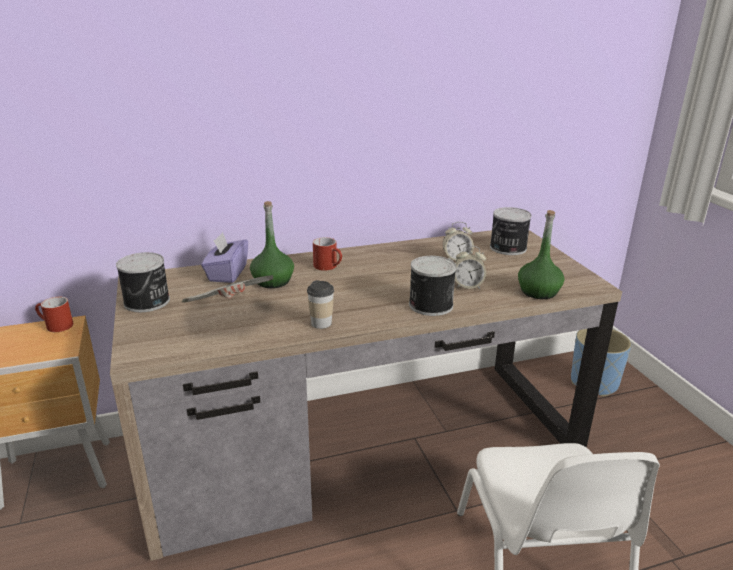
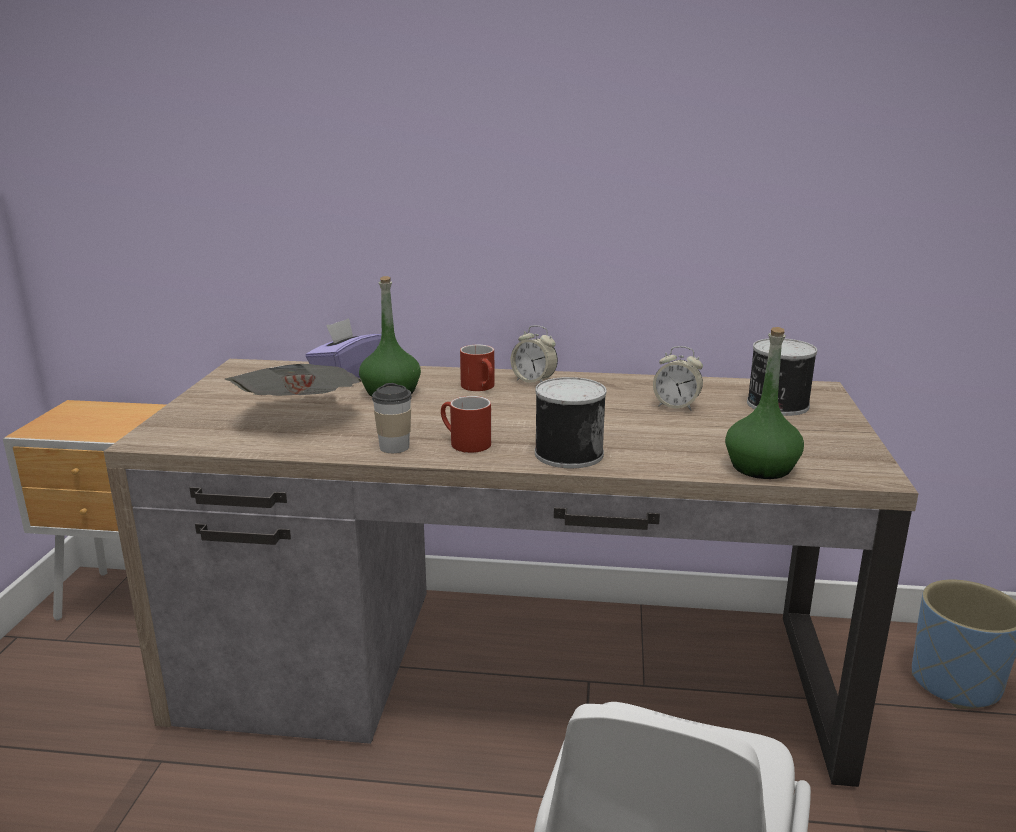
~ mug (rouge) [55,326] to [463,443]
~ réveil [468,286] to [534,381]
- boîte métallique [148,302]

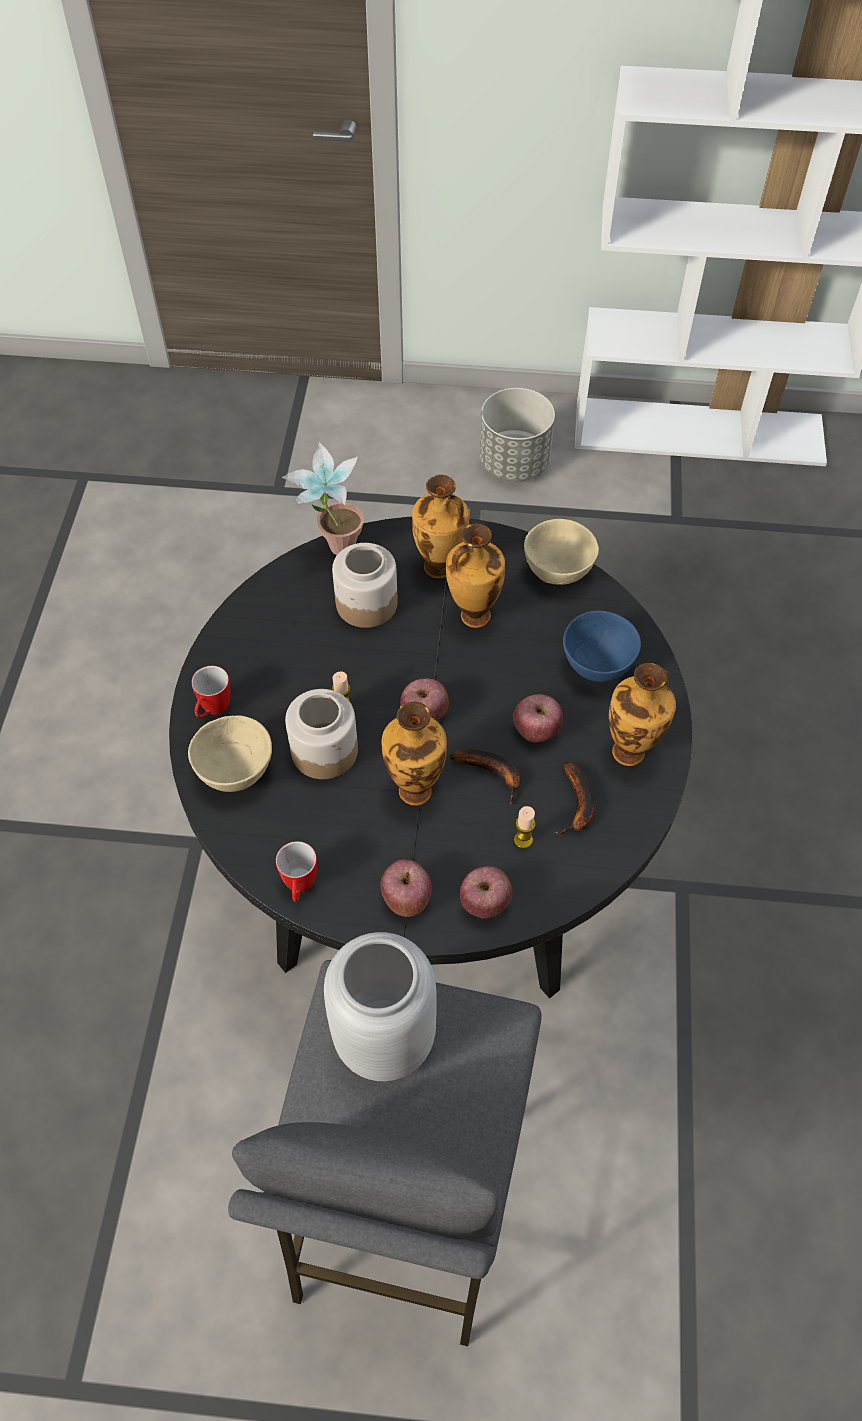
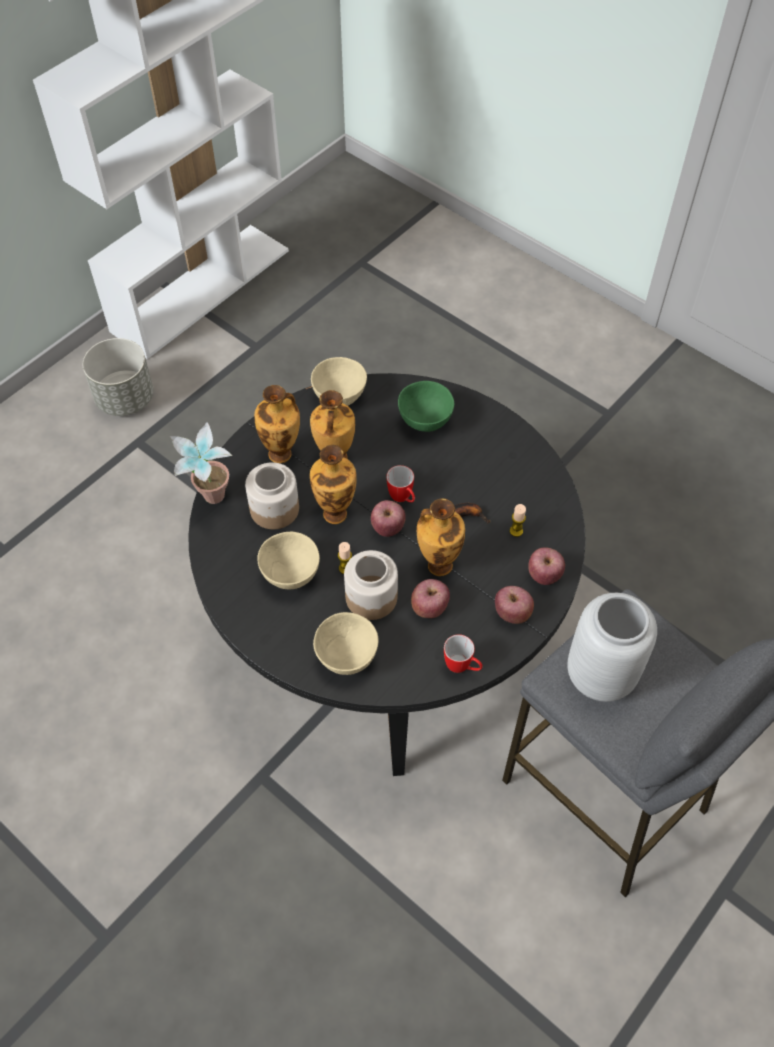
+ bol (beige) [291,575]
~ vase [630,751] to [335,512]
~ mug [213,710] to [403,499]
~ bol (bleu) [596,666] to bol (vert) [425,422]
~ pomme [536,730] to [429,607]
- banane [577,806]

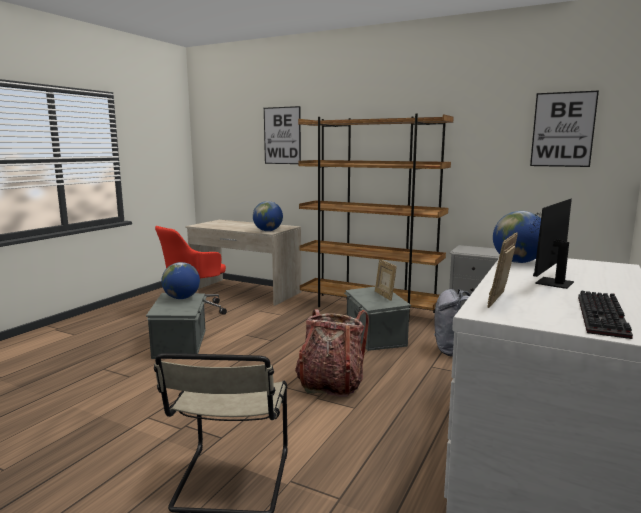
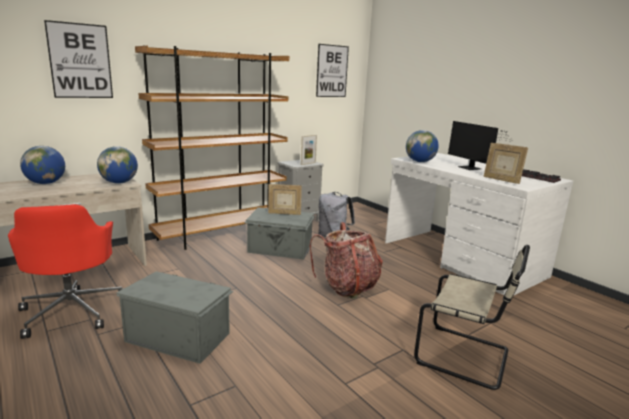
~ globe [182,298] to [46,183]
+ cadre photo [308,163]

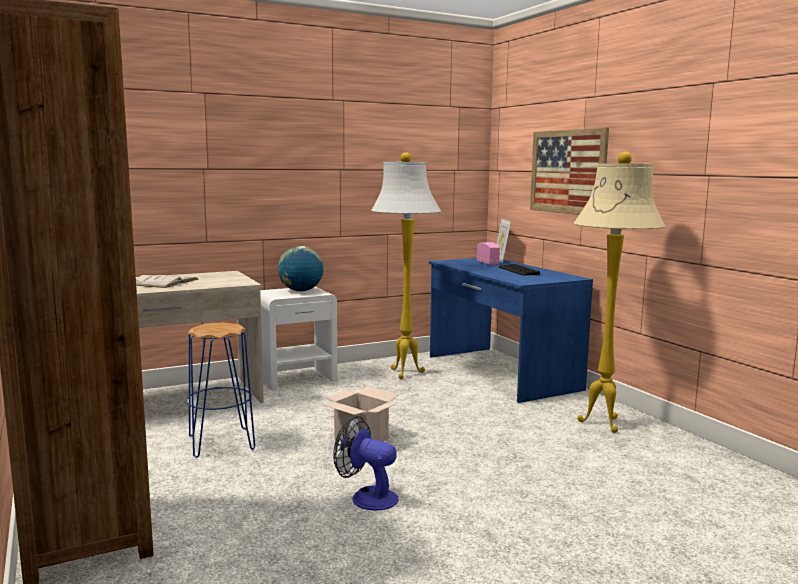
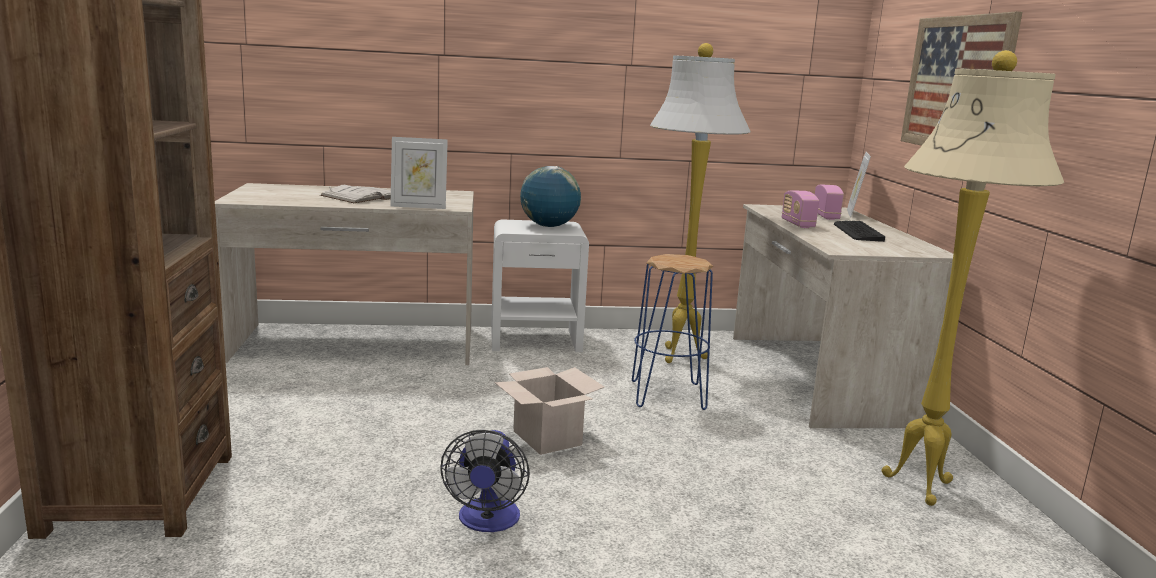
+ cadre photo [418,206]
~ ventilateur [367,497] = [487,521] 135 degrees counterclockwise
~ tabouret (bleu) [220,442] to [667,395]
~ bureau (bleu) [500,372] to bureau (beige) [818,377]
+ radio [797,224]

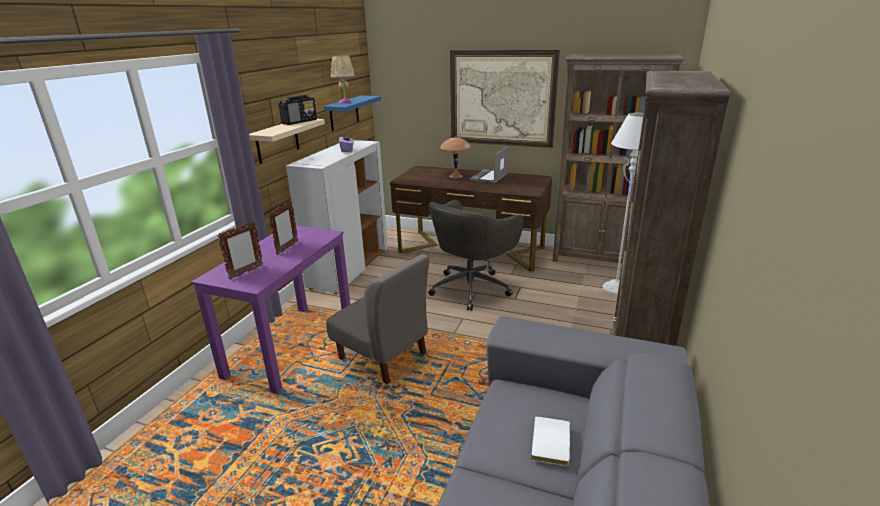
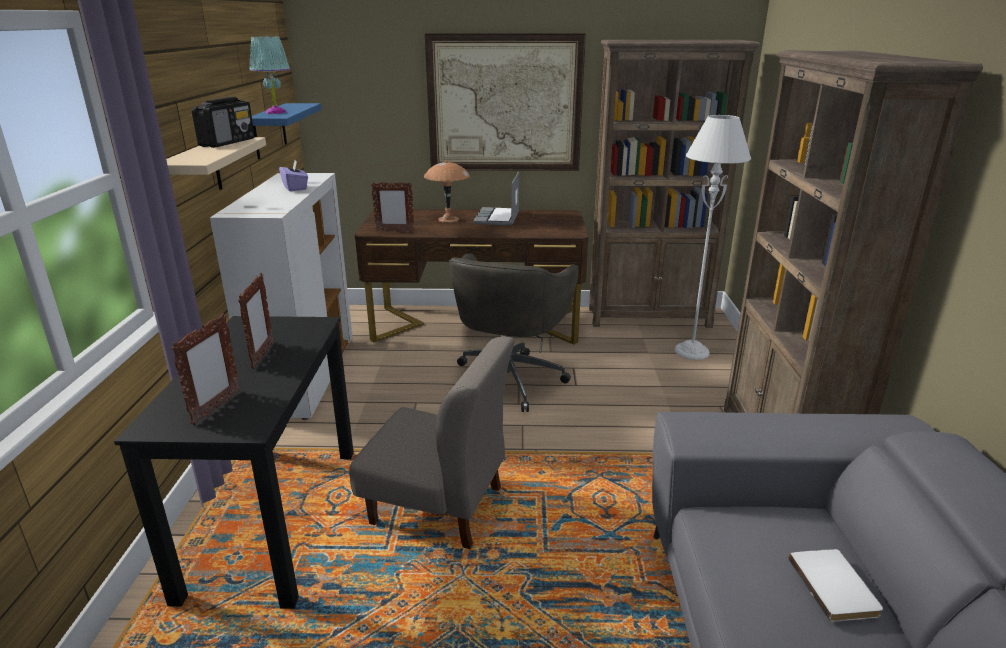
~ bureau (violet) [291,345] to bureau (noir) [274,518]
~ lampe de table (beige) [345,102] to lampe de table (turquoise) [275,112]
+ cadre photo [394,231]

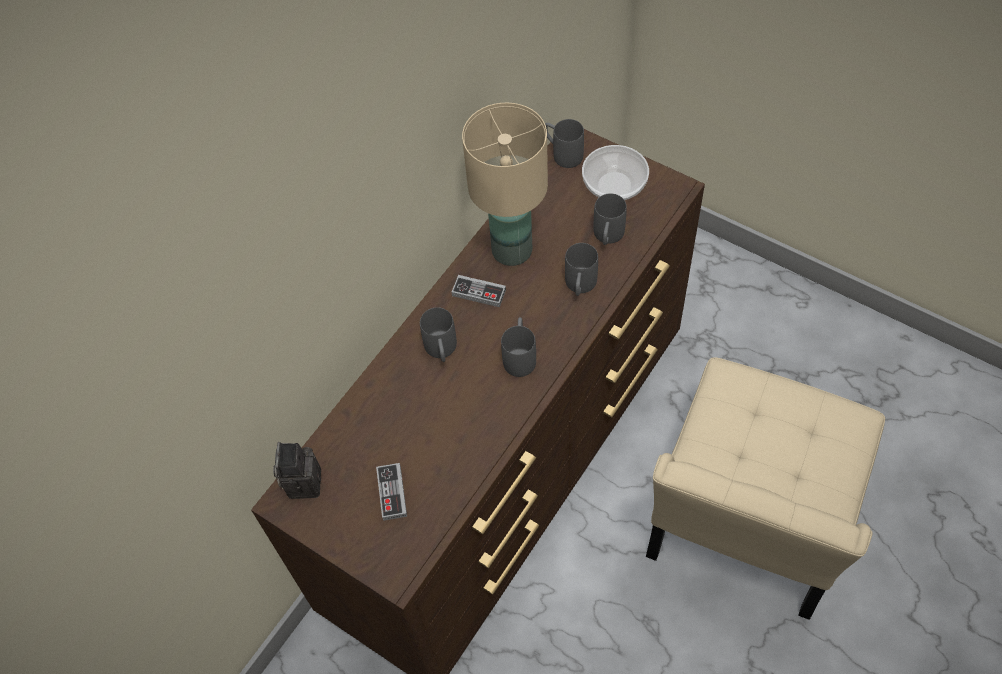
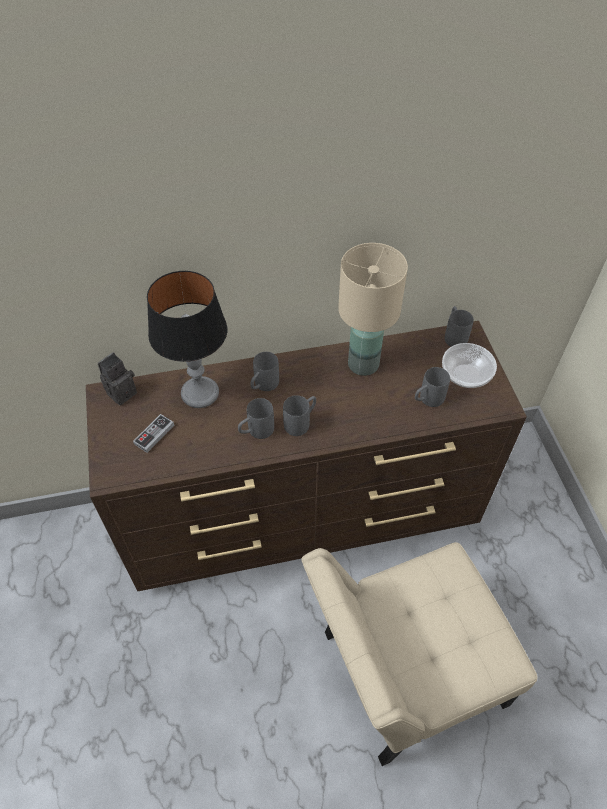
+ lampe de table [200,393]
~ mug (gris) [580,287] to [256,431]
- manette [479,293]

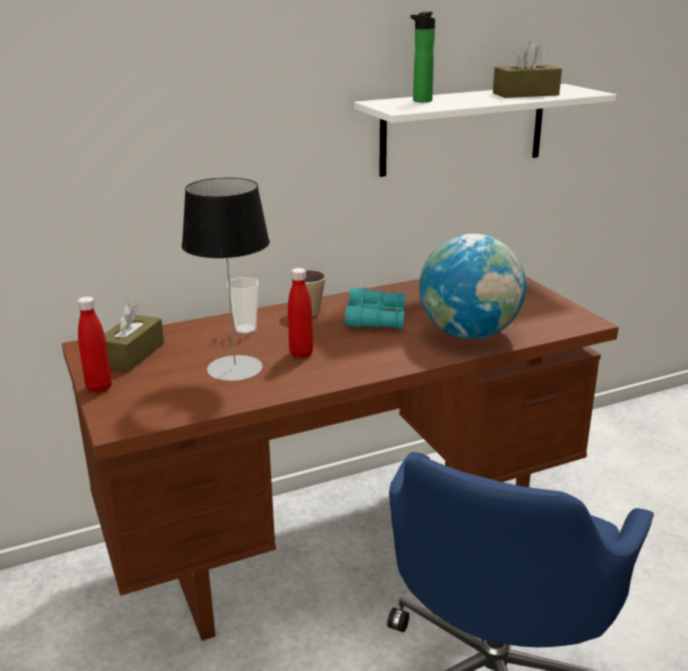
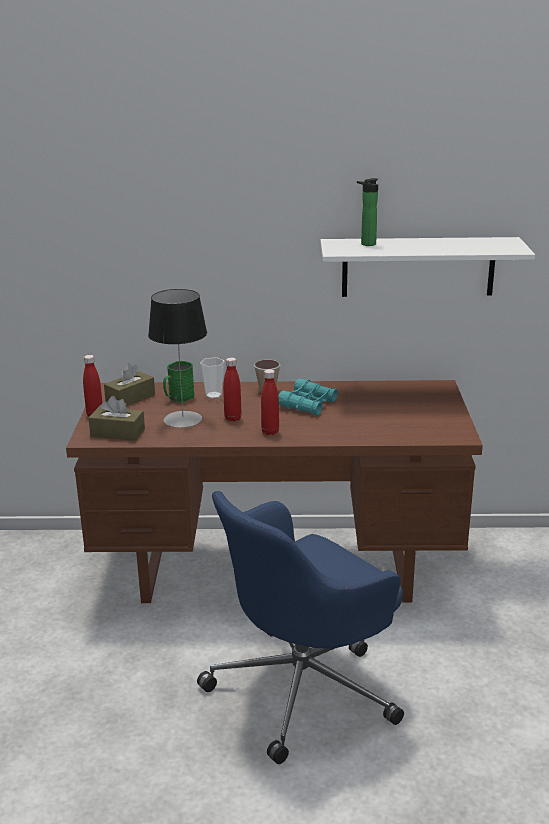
~ boîte à mouchoirs (marron) [525,94] to [117,433]
+ mug (vert) [178,398]
+ bouteille (rouge) [270,432]
- globe [469,334]

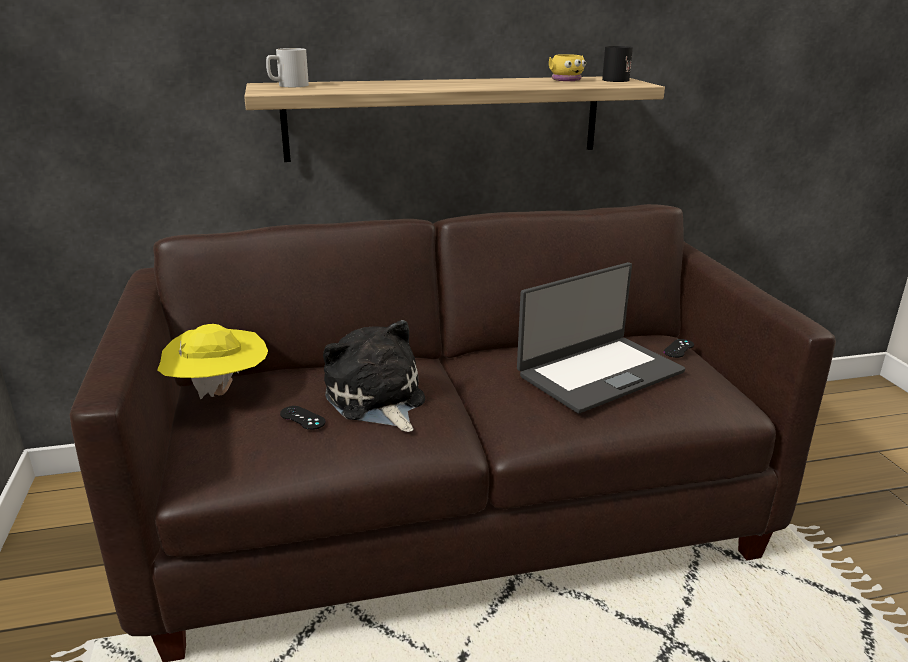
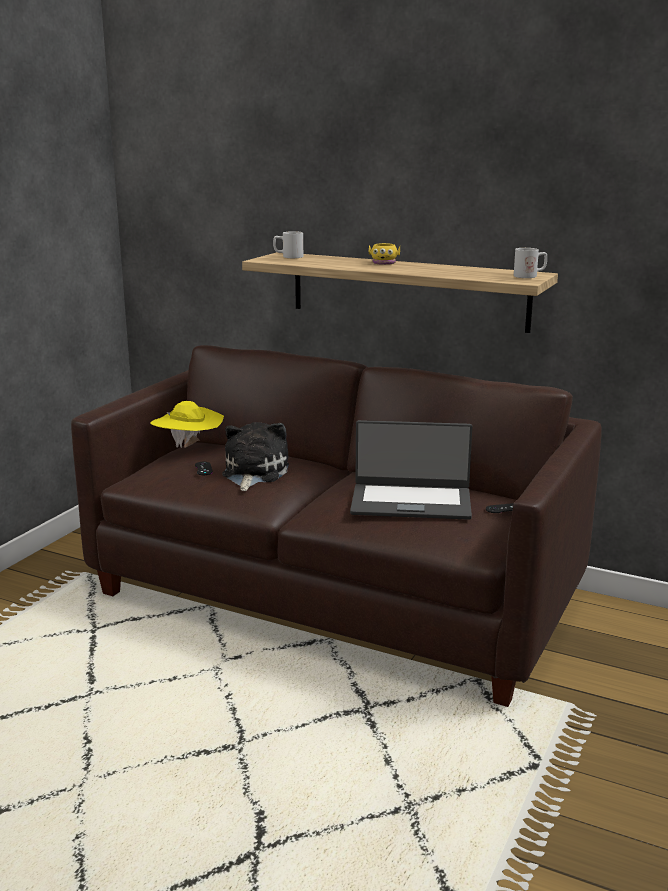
~ mug (jaune) [564,79] to [384,262]
~ mug (noir) [618,79] to mug (blanc) [530,276]

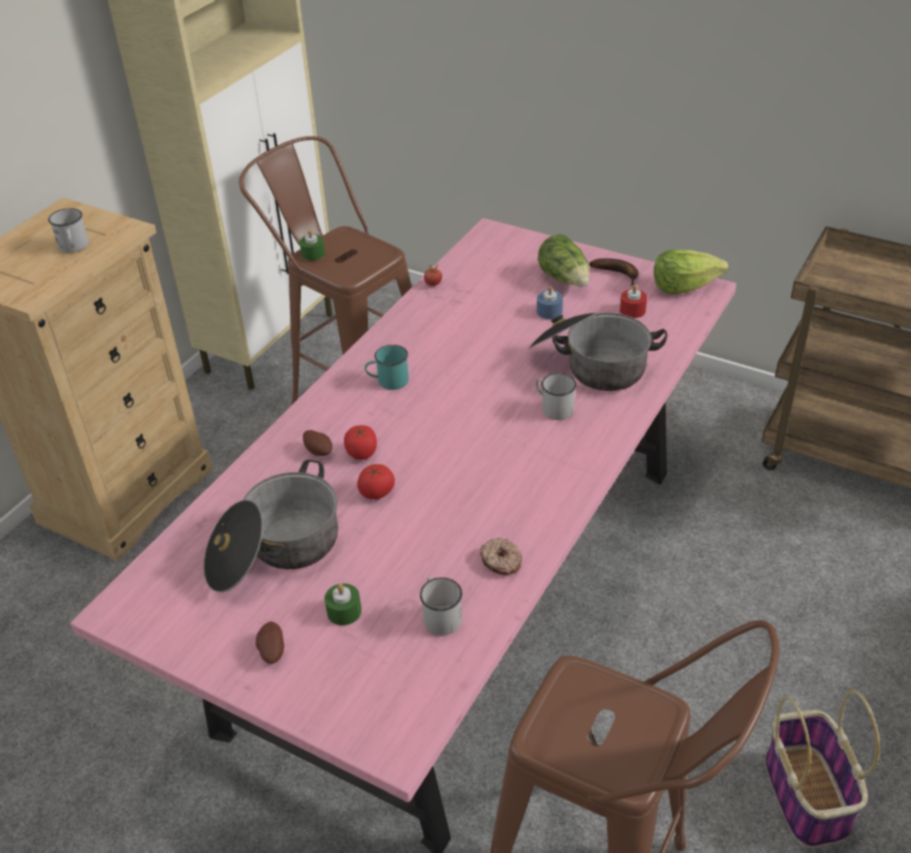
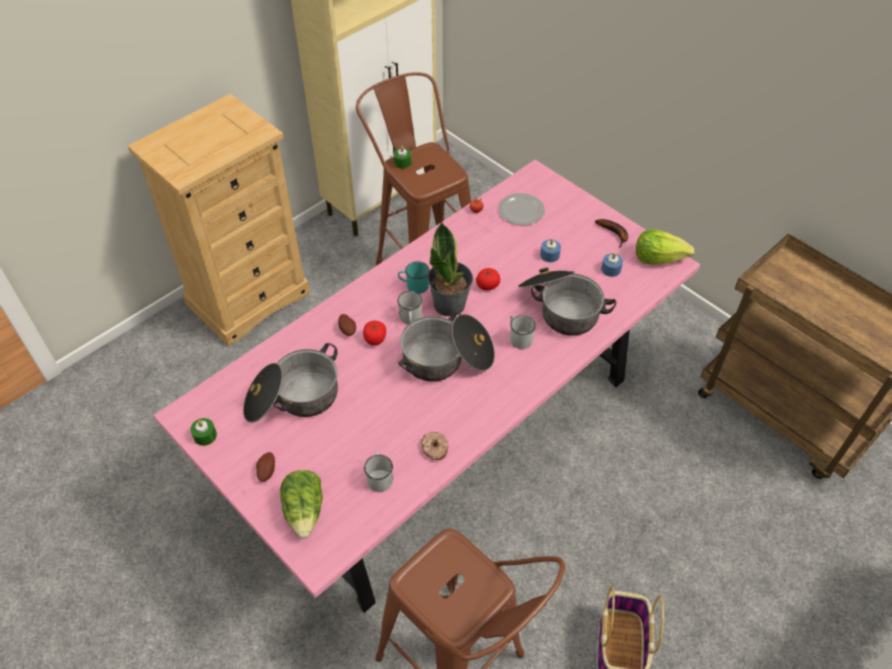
~ bougie (vert) [344,611] to [205,435]
~ laitue [565,279] to [305,510]
~ mug (blanc) [74,247] to [410,319]
+ marmite [447,359]
+ plante en pot [450,304]
~ tomate [377,492] to [487,285]
+ assiette [522,211]
~ bougie (rouge) [632,310] to bougie (bleu) [611,269]

